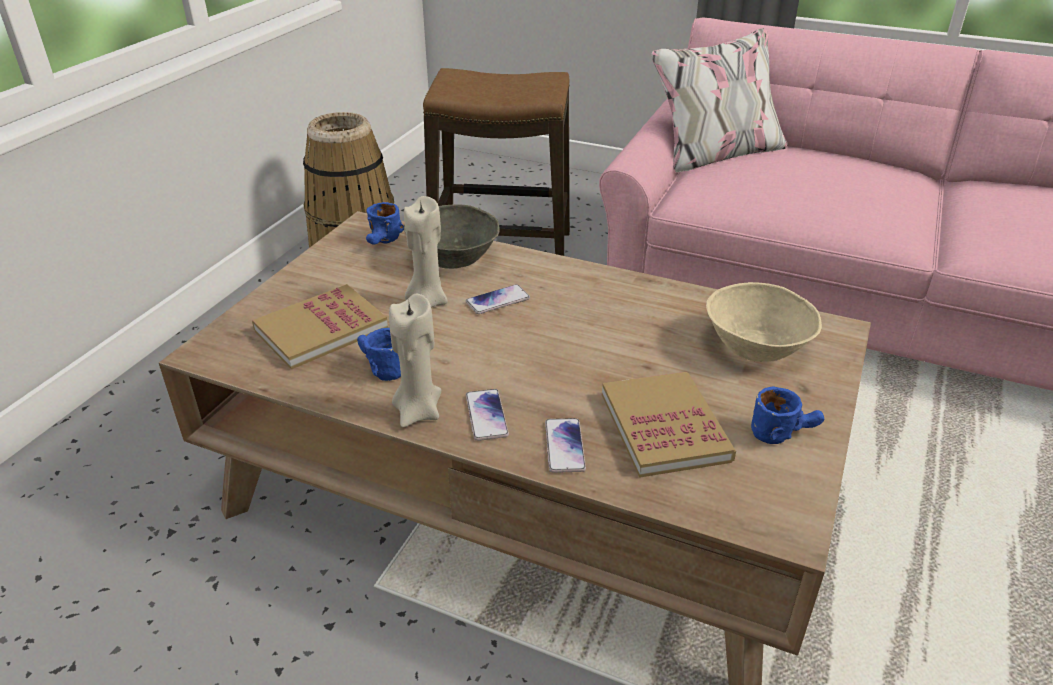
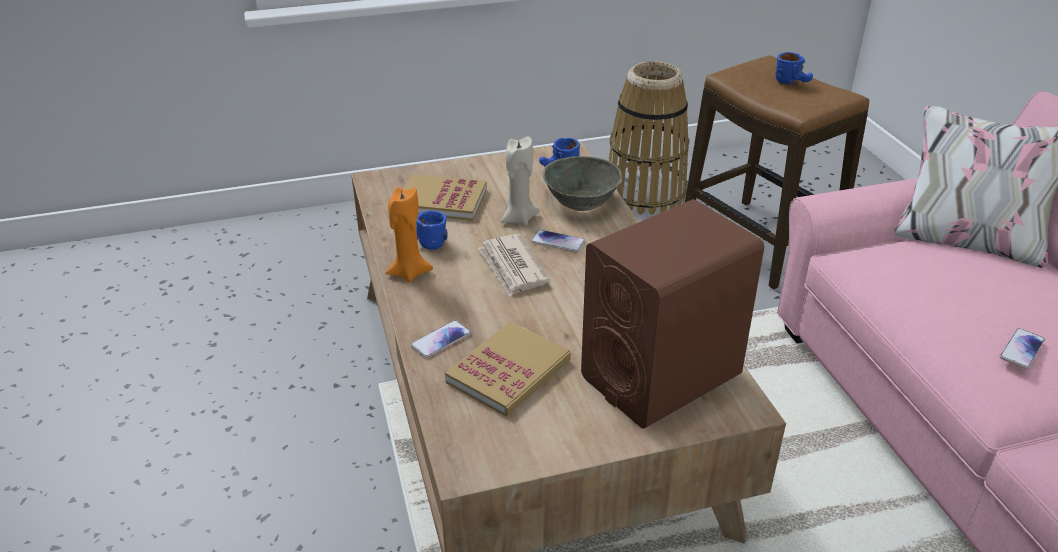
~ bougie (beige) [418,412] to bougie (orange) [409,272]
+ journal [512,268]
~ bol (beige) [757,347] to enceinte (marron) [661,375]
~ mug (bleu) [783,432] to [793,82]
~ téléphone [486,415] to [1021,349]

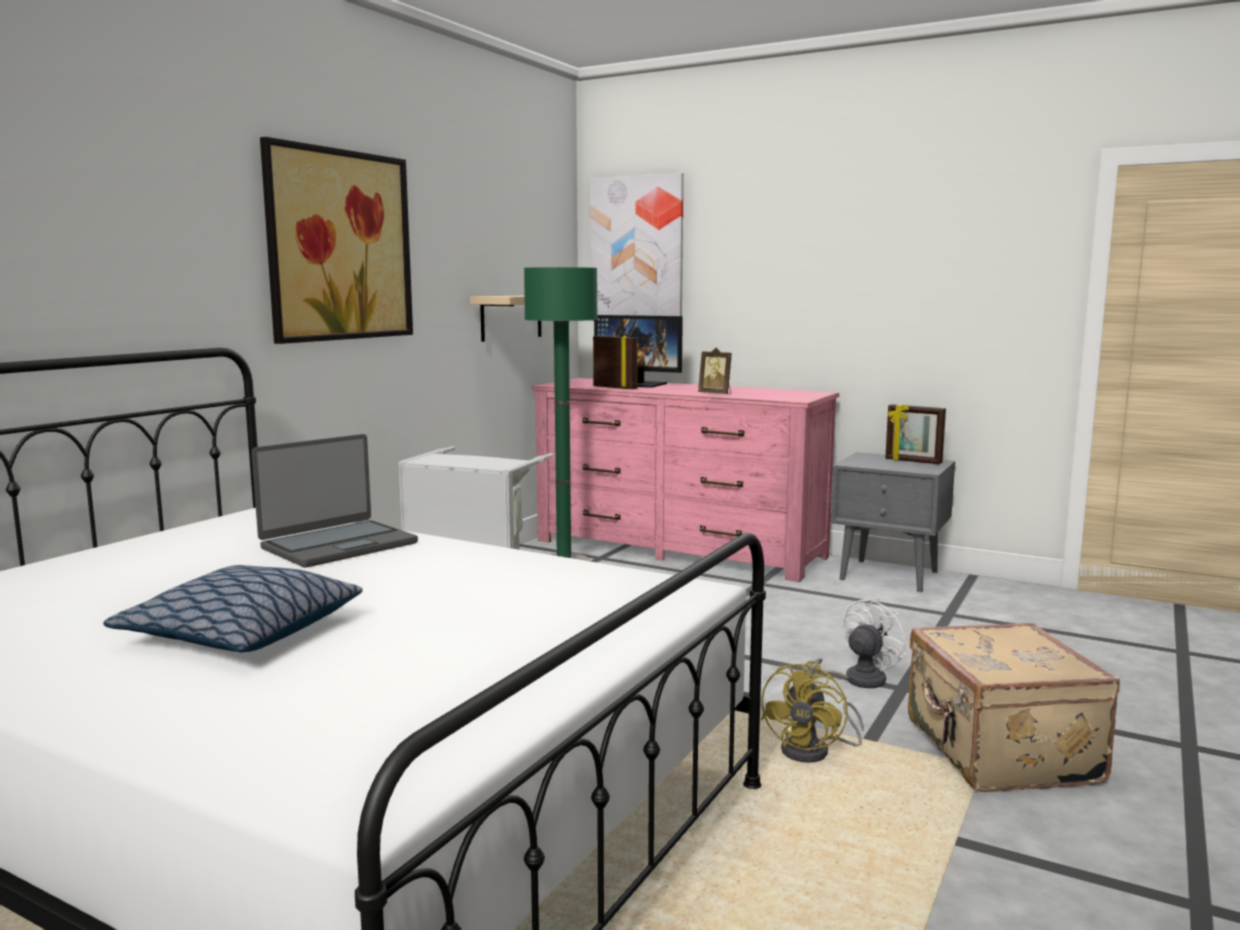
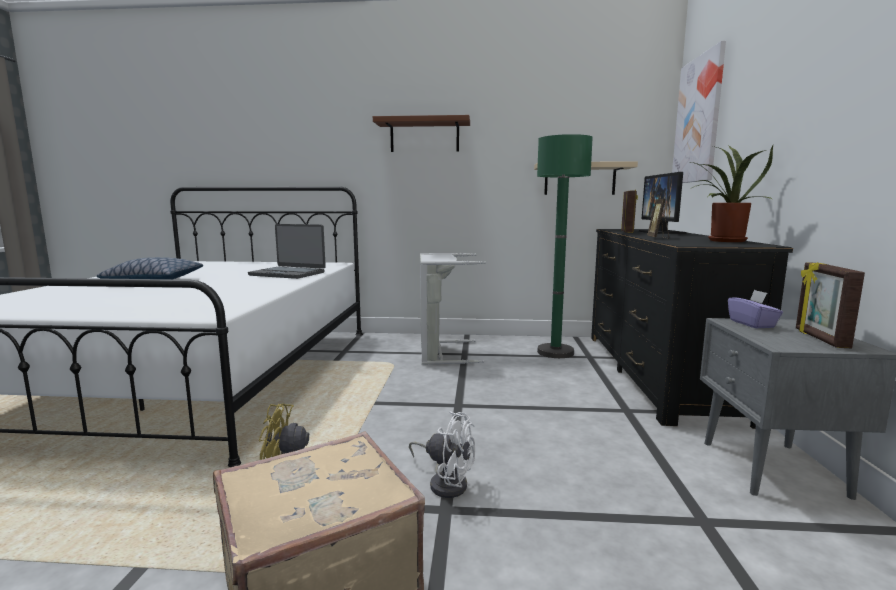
~ tableau [340,245] to étagère (marron) [424,136]
~ commode (rose) [679,548] to commode (noir) [656,372]
+ plante en pot [723,241]
+ boîte à mouchoirs (violet) [752,324]

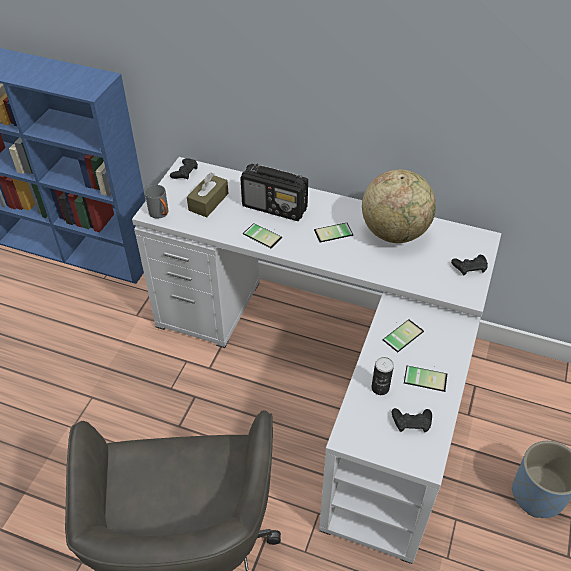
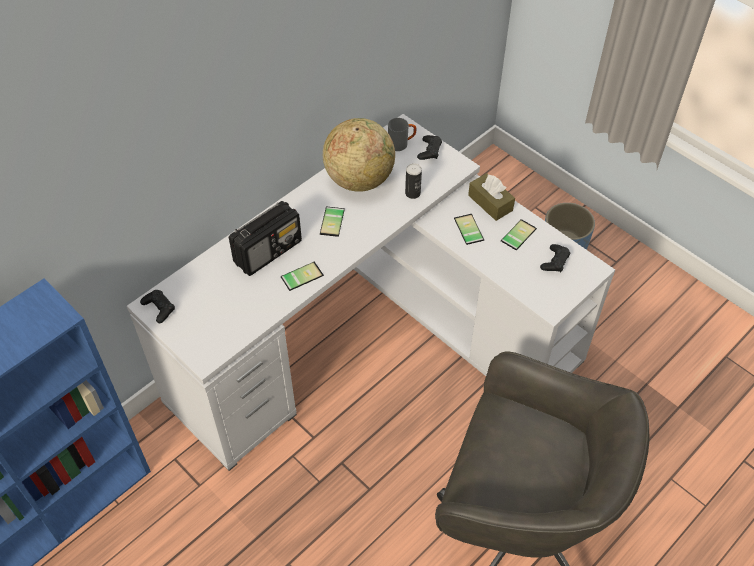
~ mug (gris) [161,214] to [401,144]
~ boîte métallique [380,388] to [412,193]
~ boîte à mouchoirs (marron) [208,202] to [490,203]

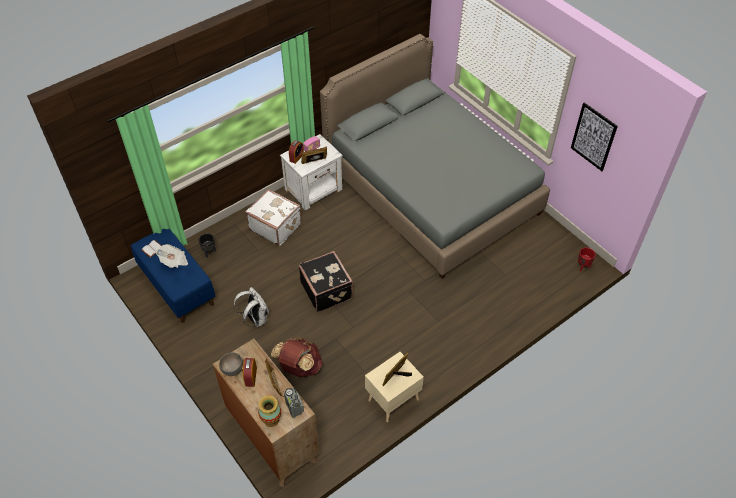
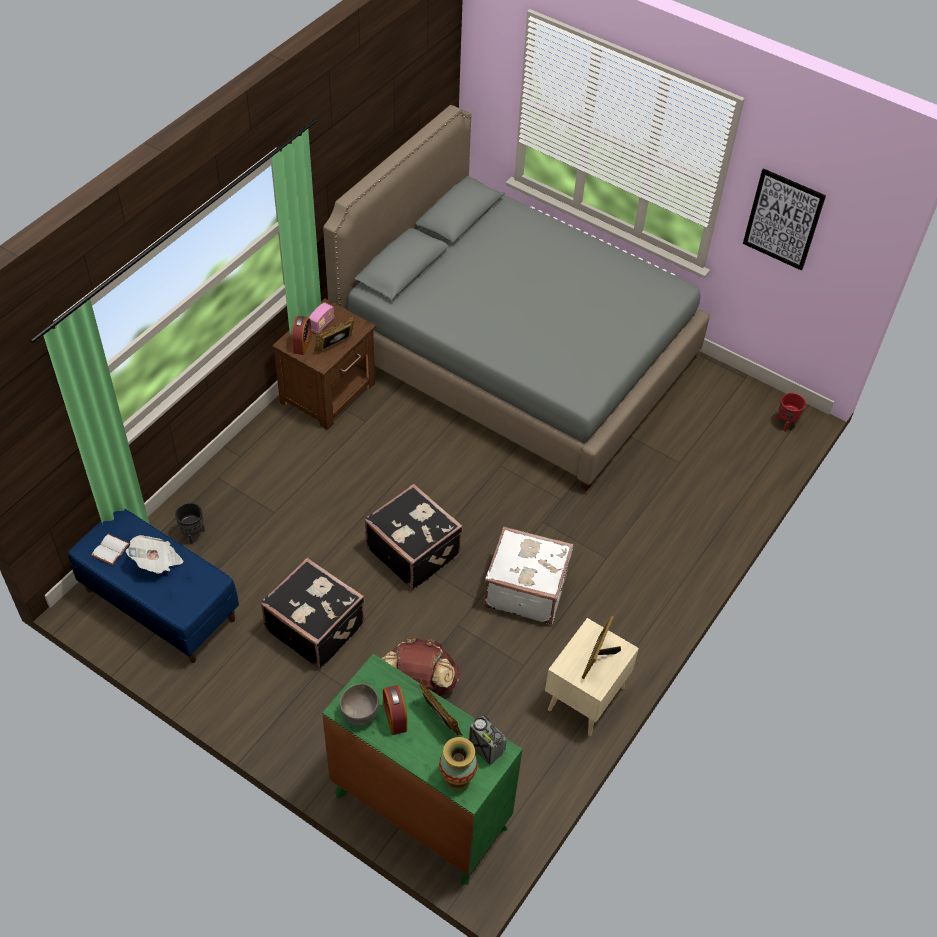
~ sac à dos (blanc) [255,319] to valise (noir) [315,626]
~ table de chevet (blanc) [314,189] to table de chevet (marron) [329,392]
~ commode (marron) [272,438] to commode (vert) [420,811]
~ valise (blanc) [275,226] to [525,589]

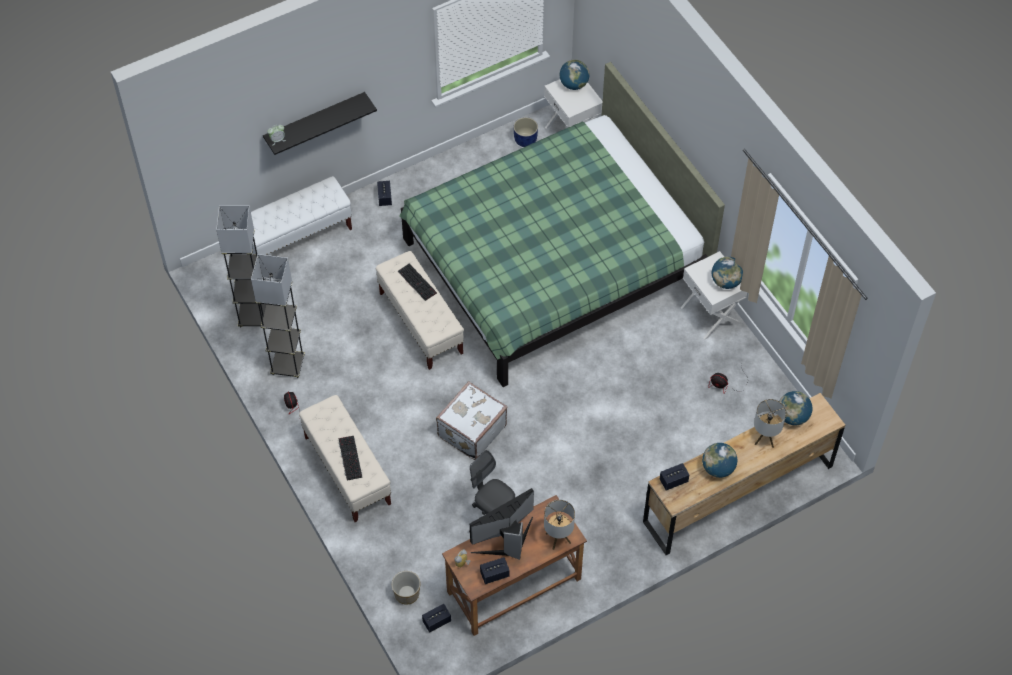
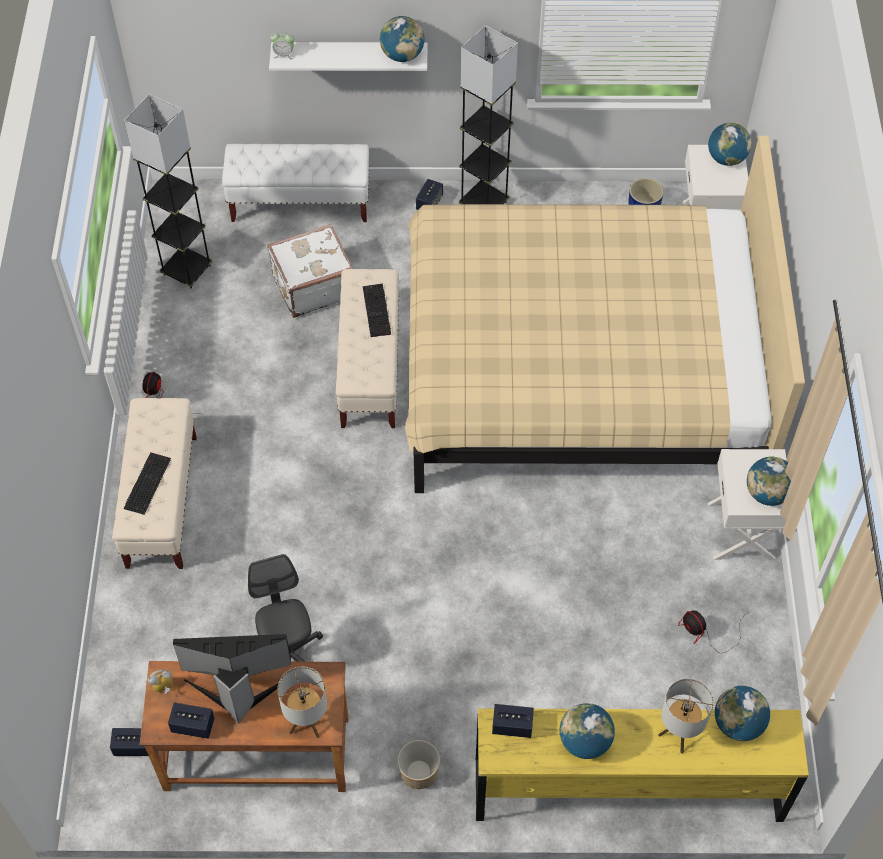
~ valise (blanc) [471,430] to [312,286]
~ étagère (noir) [315,121] to étagère (blanc) [350,55]
+ globe [402,55]
~ cache-pot [406,593] to [418,772]
~ lit (vert) [553,262] to lit (beige) [581,369]
~ lampadaire (gris) [287,365] to [484,204]
~ commode (marron) [738,493] to commode (jaune) [627,789]

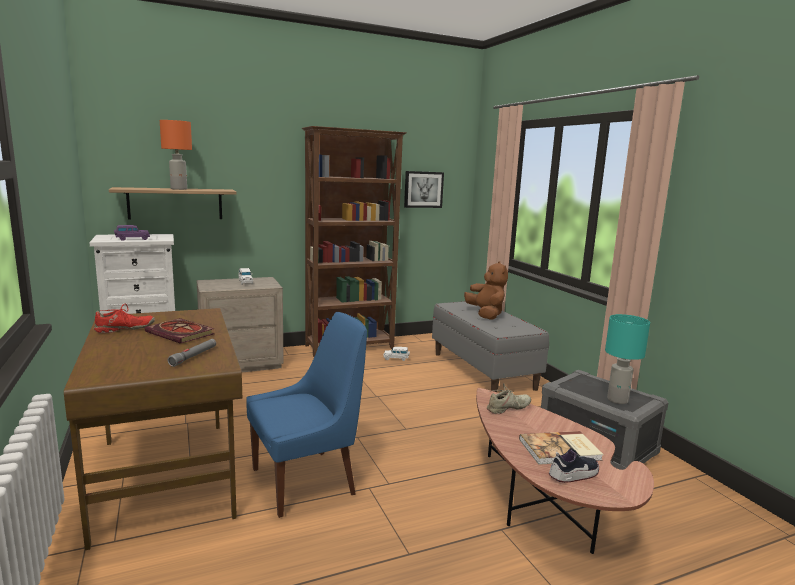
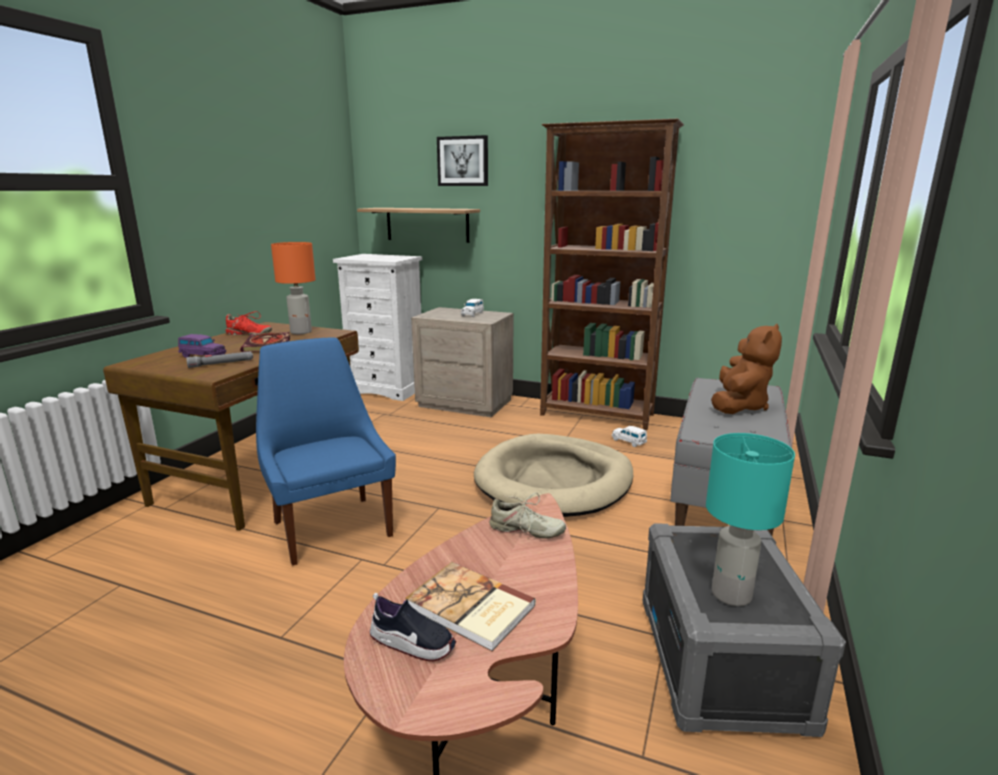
~ petite voiture (violet) [132,239] to [202,356]
~ chaise (bleu) [307,480] = [331,527] 135 degrees counterclockwise
~ lampe de table (orange) [179,189] to [301,332]
~ tableau [423,189] to [463,161]
+ panier pour chien (beige) [554,481]

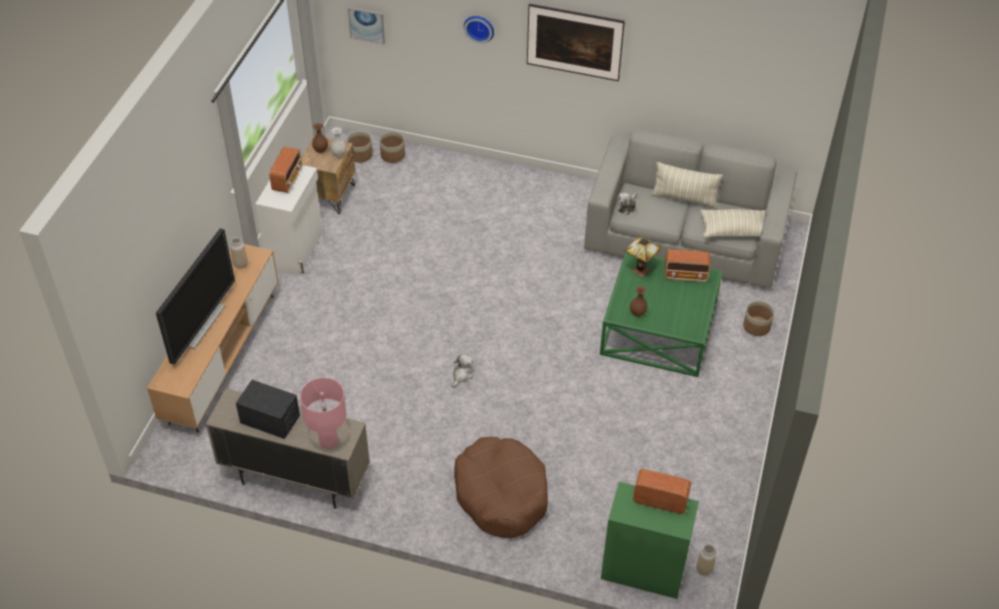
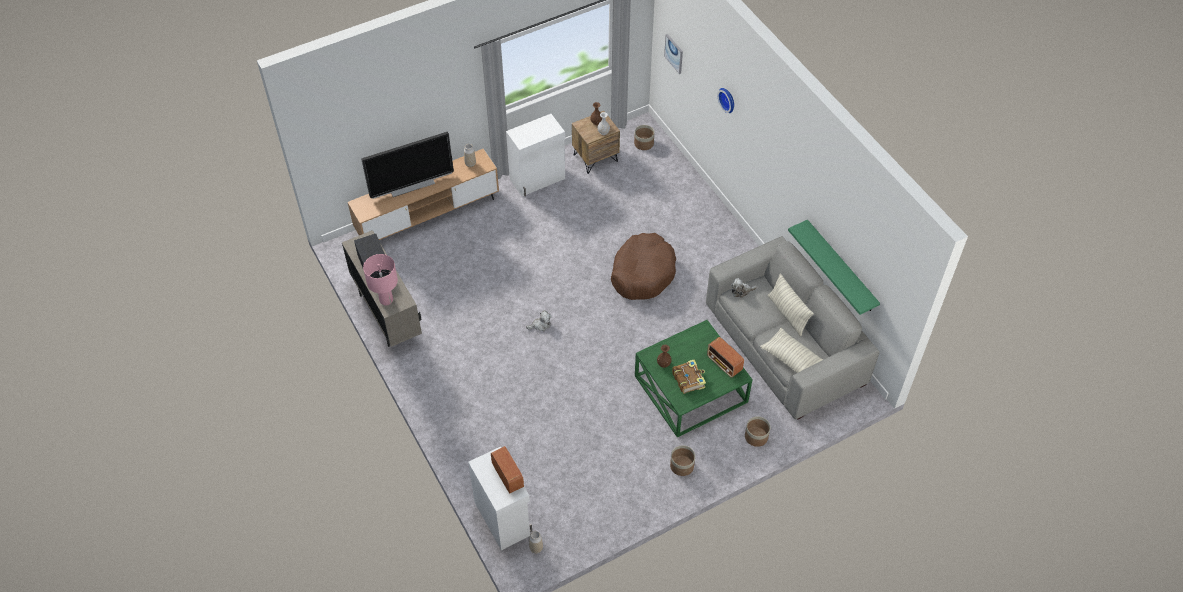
~ meuble de rangement (vert) [642,569] to meuble de rangement (blanc) [503,518]
~ panier pour chien (marron) [501,494] to [642,273]
~ cache-pot [393,155] to [682,466]
+ livre [688,379]
+ étagère (vert) [841,267]
- radio [287,179]
- tableau [573,56]
- lampe de table [639,270]

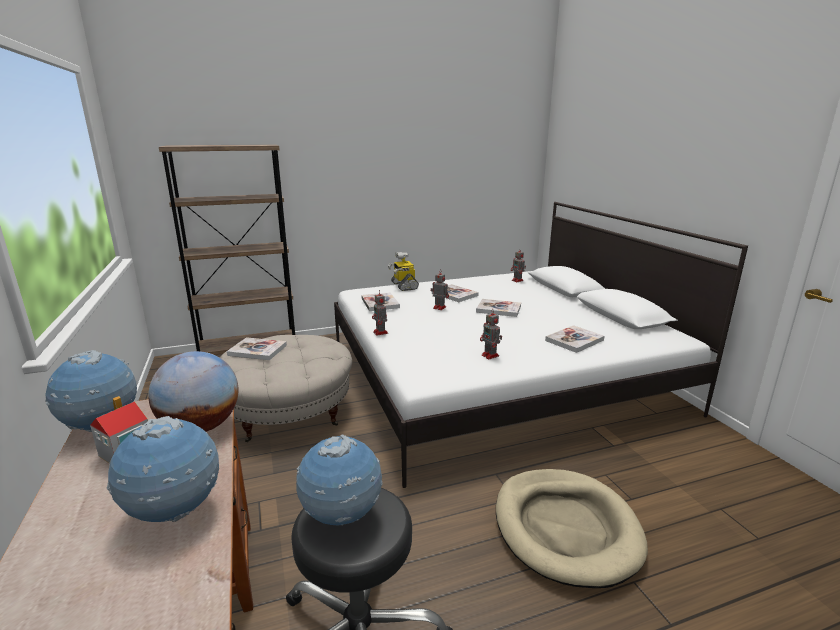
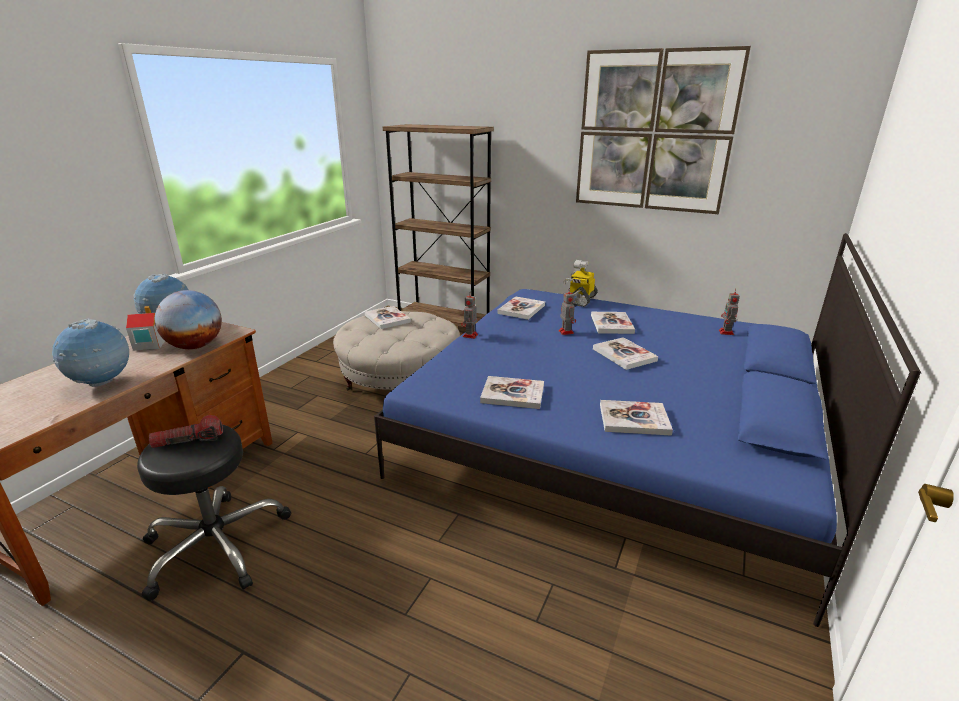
~ globe [342,517] to lampe de poche [189,441]
~ lit (blanc) [496,376] to lit (bleu) [613,435]
~ robot jouet [490,356] to livre [512,394]
+ tableau [654,132]
- panier pour chien (beige) [565,528]

